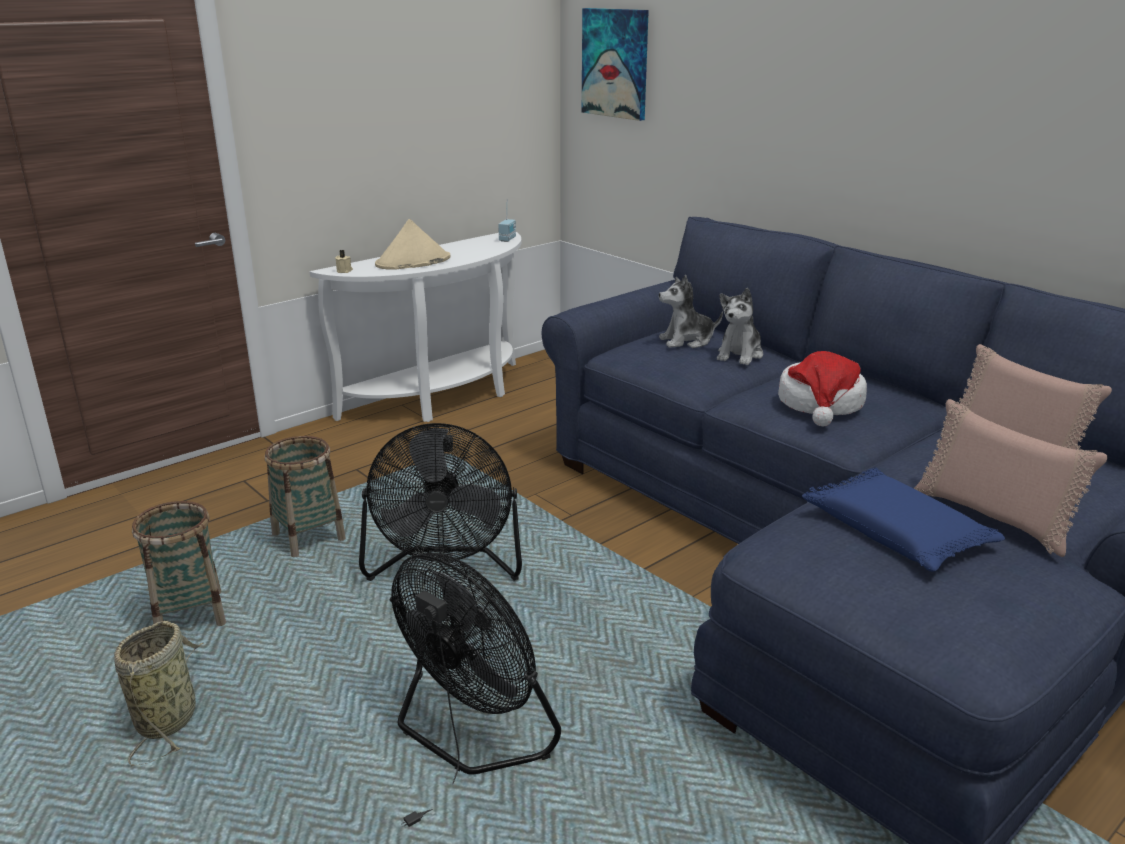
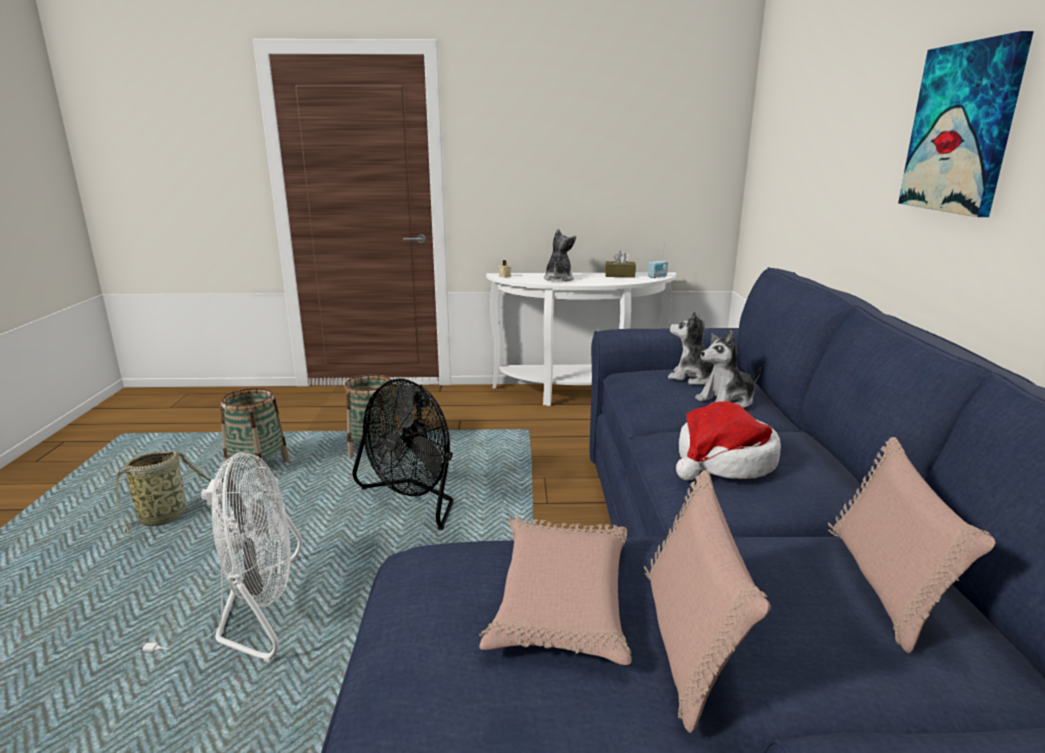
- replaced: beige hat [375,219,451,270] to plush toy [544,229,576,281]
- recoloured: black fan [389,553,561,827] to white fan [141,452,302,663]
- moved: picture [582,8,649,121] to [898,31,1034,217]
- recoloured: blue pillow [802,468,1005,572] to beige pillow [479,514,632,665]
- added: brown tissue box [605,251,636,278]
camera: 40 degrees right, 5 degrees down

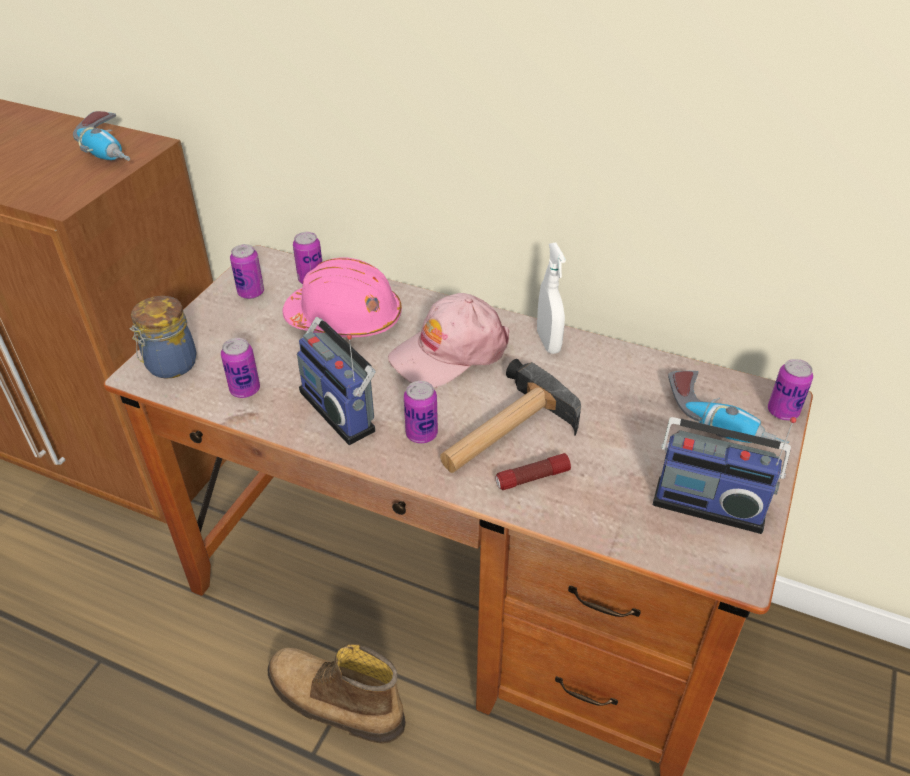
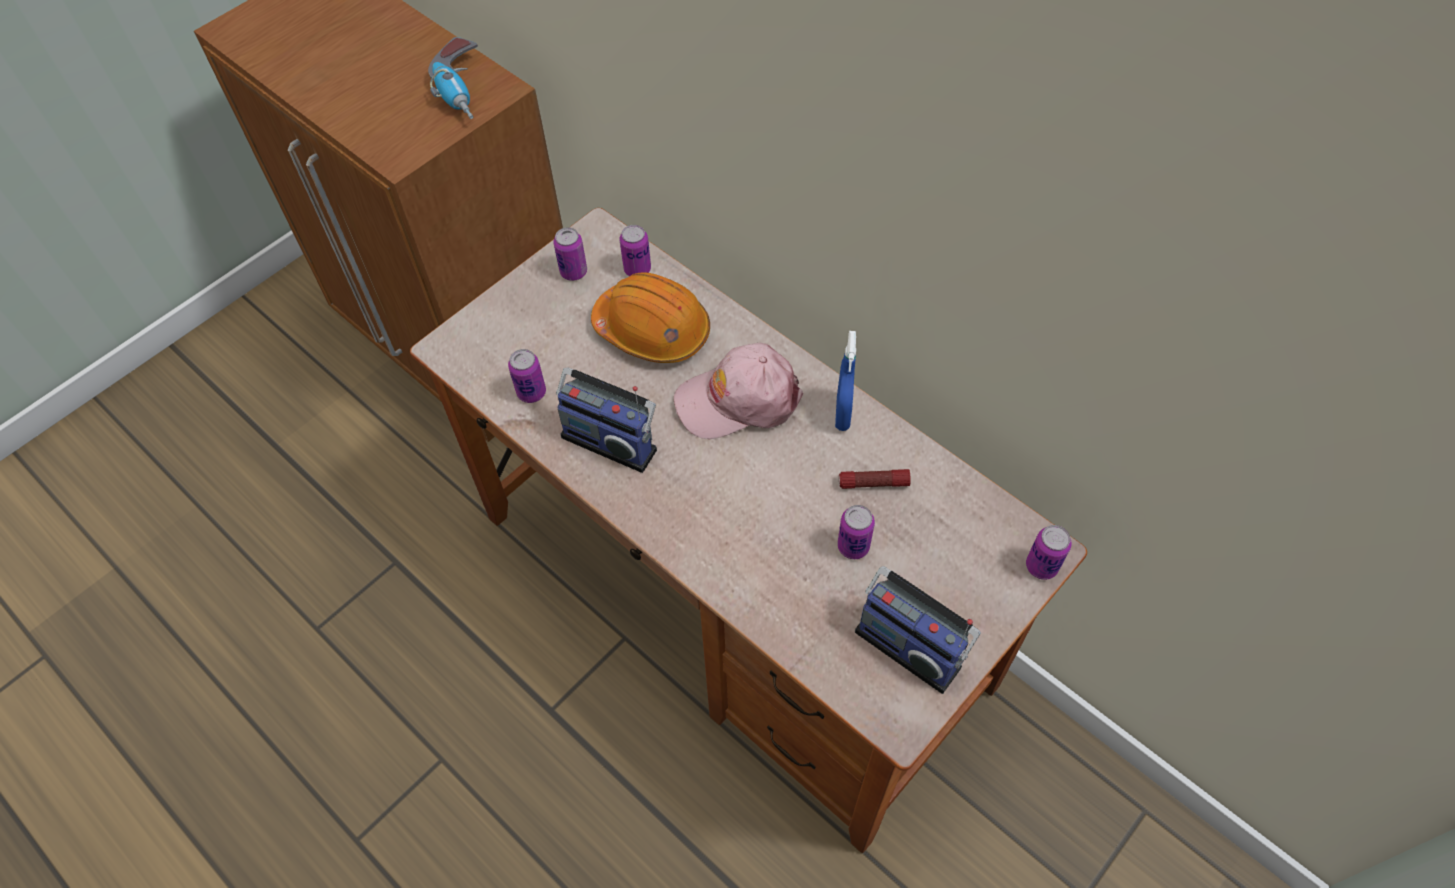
- removed: jar [129,296,197,379]
- removed: boot [267,644,406,744]
- recoloured: pink hard hat [283,257,402,337] to orange hard hat [591,272,710,363]
- turned: radio [297,317,376,445] = [556,367,657,473] 45 degrees counterclockwise
- moved: can [404,381,438,444] to [837,505,875,559]
- removed: hammer [440,359,581,473]
- moved: flashlight [496,453,571,490] to [839,469,911,489]
- recoloured: white spray bottle [537,242,566,354] to blue spray bottle [835,331,856,431]
- removed: power drill [668,371,789,444]
camera: 20 degrees right, 15 degrees up

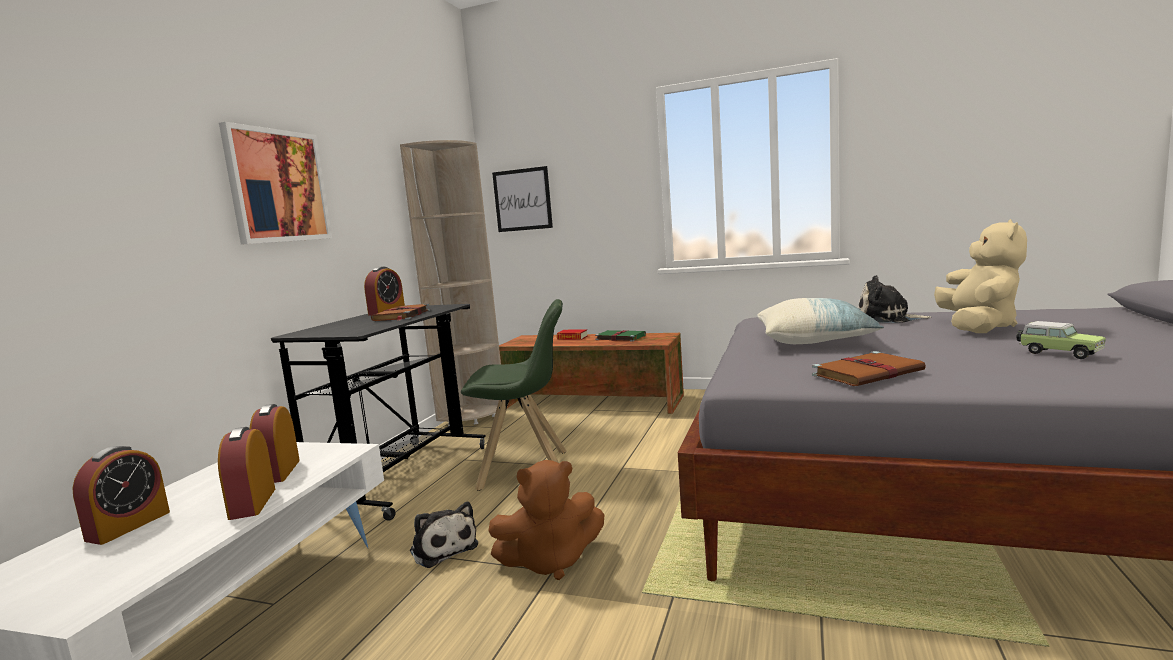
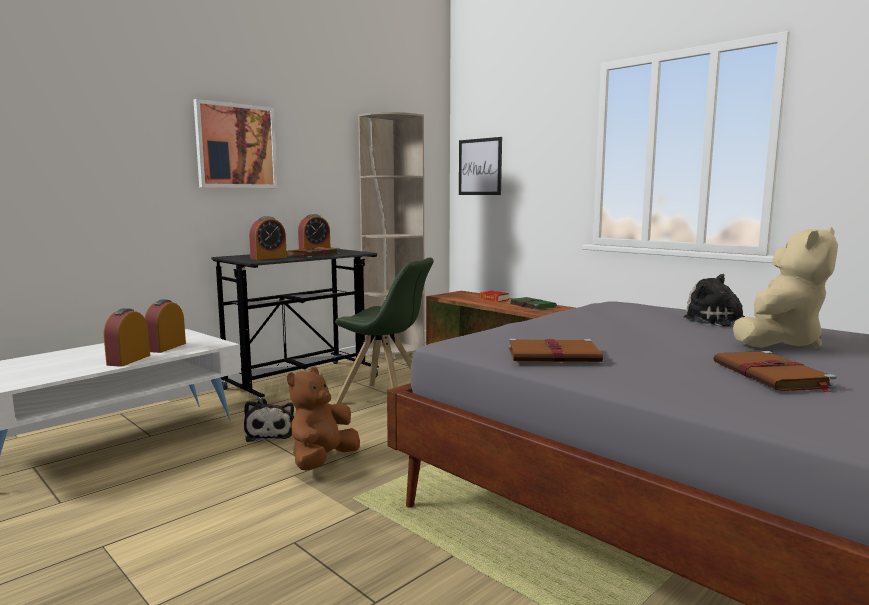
- moved: alarm clock [72,446,170,545] to [249,216,287,260]
- turned: brown plush toy [489,460,604,580] = [287,367,360,471] 105 degrees clockwise
- removed: pillow [757,298,884,344]
- replaced: toy car [1016,321,1106,359] to brown book [713,351,837,393]
camera: 25 degrees right, 0 degrees up

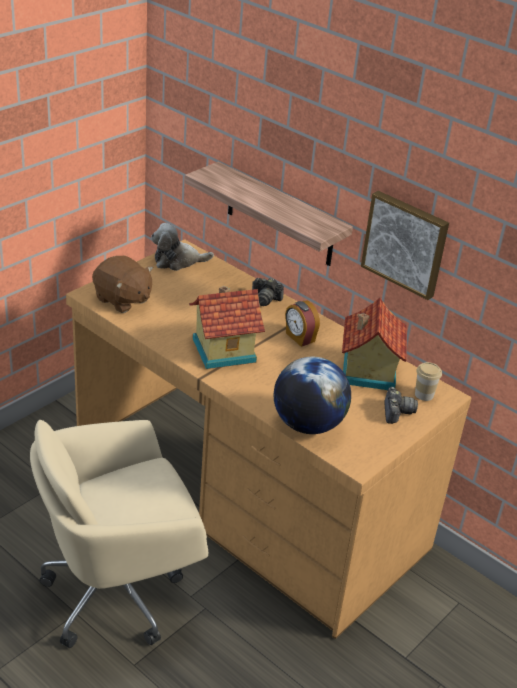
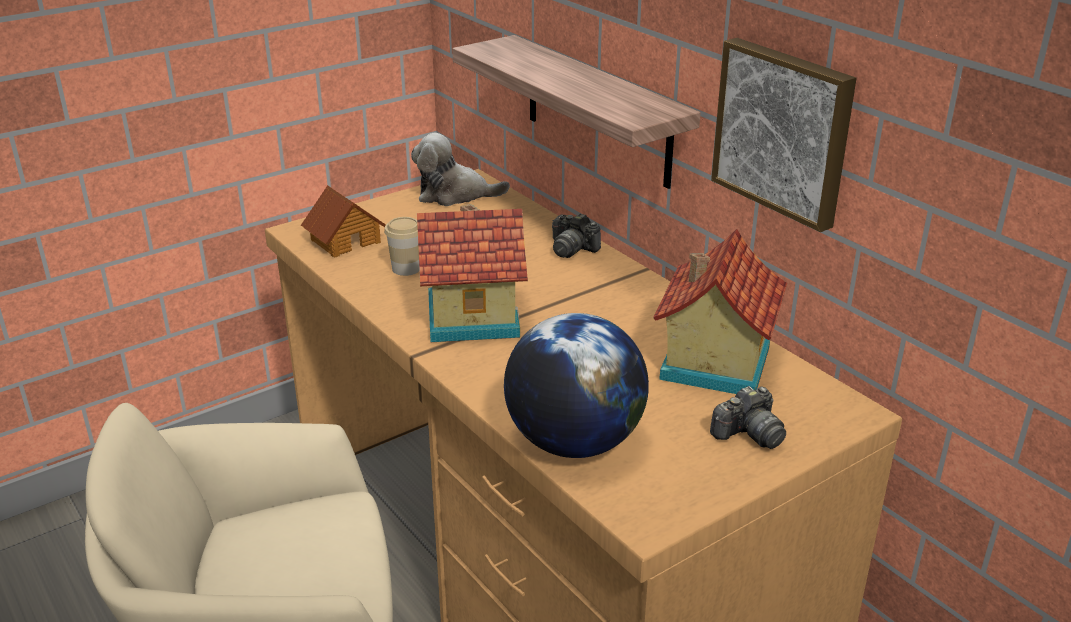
- replaced: brown plush toy [92,256,153,313] to toy house [301,185,386,257]
- removed: alarm clock [285,301,320,347]
- turned: photo camera [384,387,418,424] = [710,386,786,449] 45 degrees clockwise
- moved: cup [415,362,442,401] to [384,217,420,276]
camera: 15 degrees right, 5 degrees down

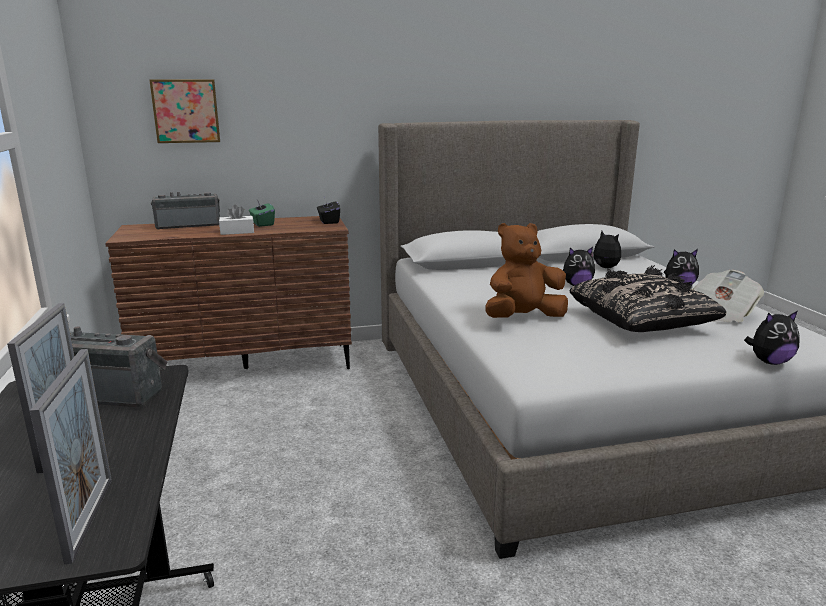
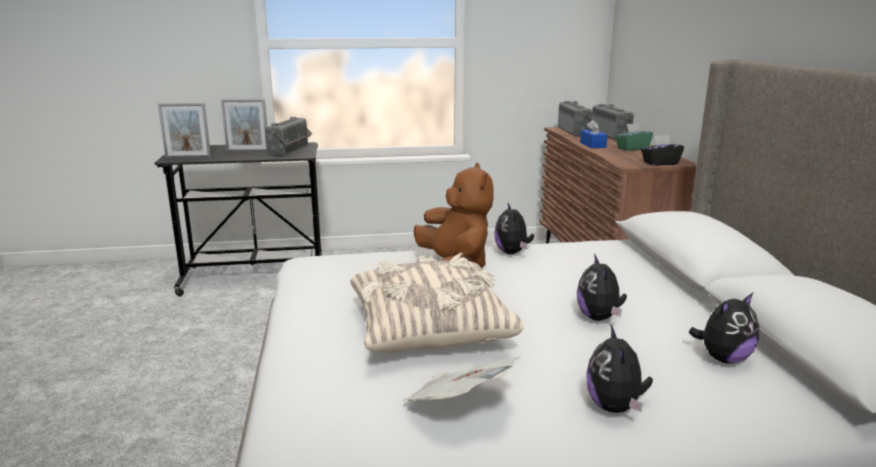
- removed: picture [149,79,220,143]
- recoloured: white tissue box [219,205,254,235] to blue tissue box [580,120,607,148]
- recoloured: black pillow [570,265,726,332] to beige pillow [350,252,524,353]
- moved: plush toy [744,311,800,365] to [494,203,534,254]
- added: radio [558,101,592,136]
camera: 95 degrees right, 0 degrees up

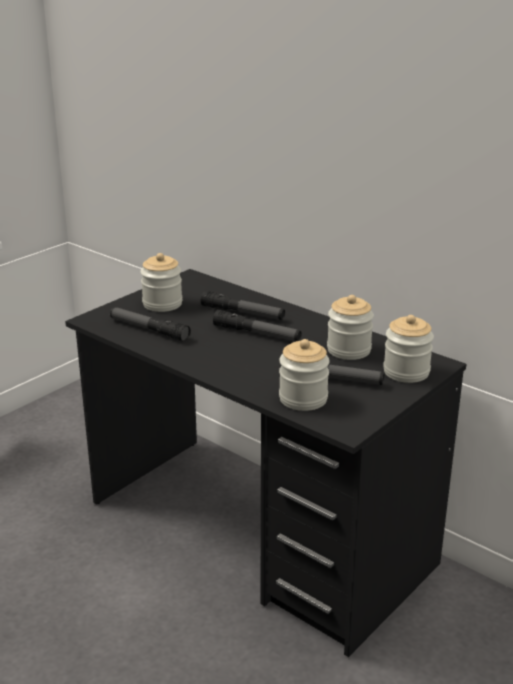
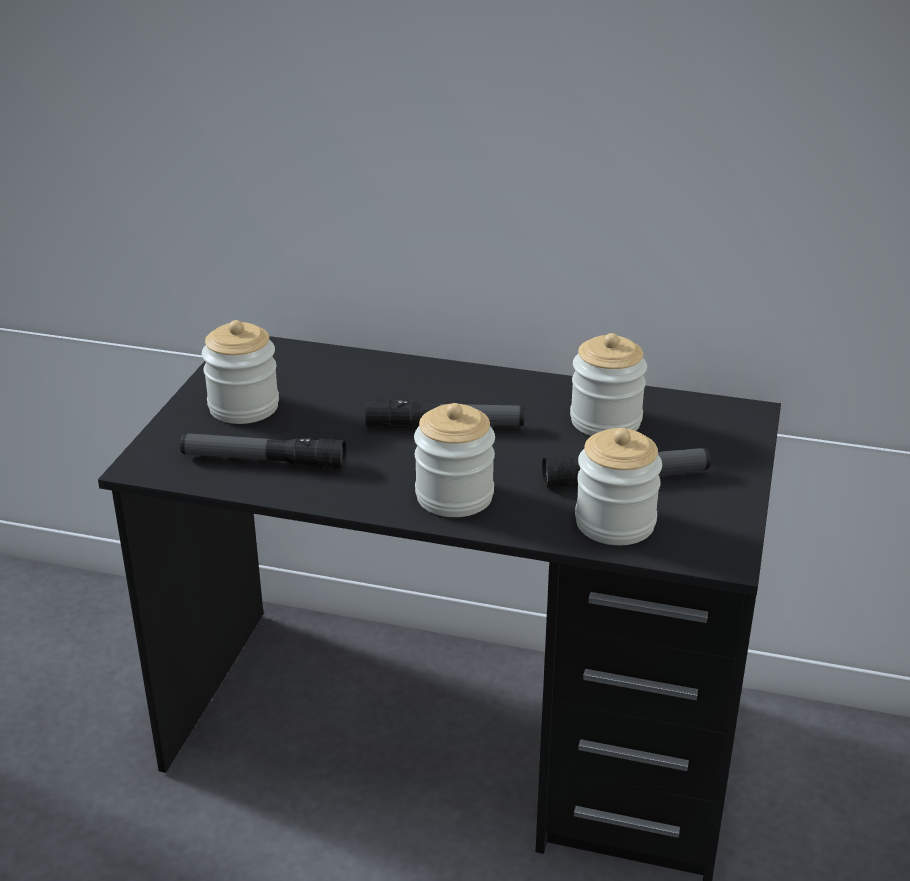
- removed: flashlight [201,291,285,320]
- moved: jar [383,315,434,383] to [414,403,495,517]
camera: 25 degrees left, 5 degrees up

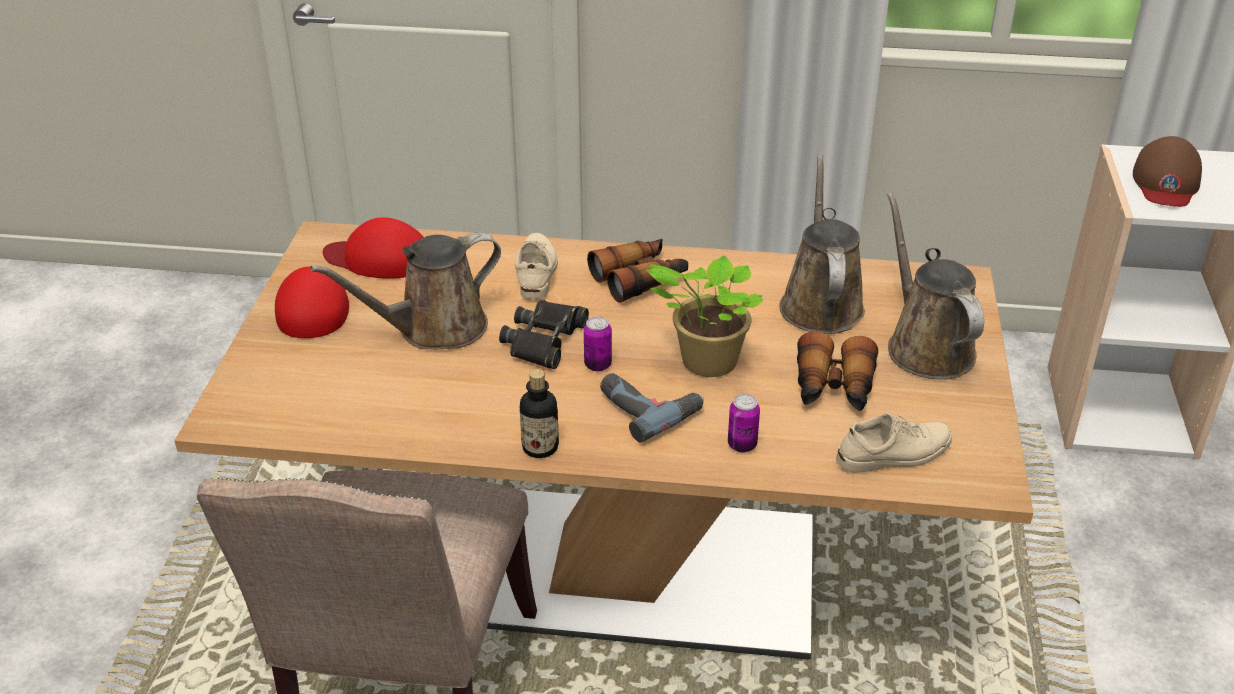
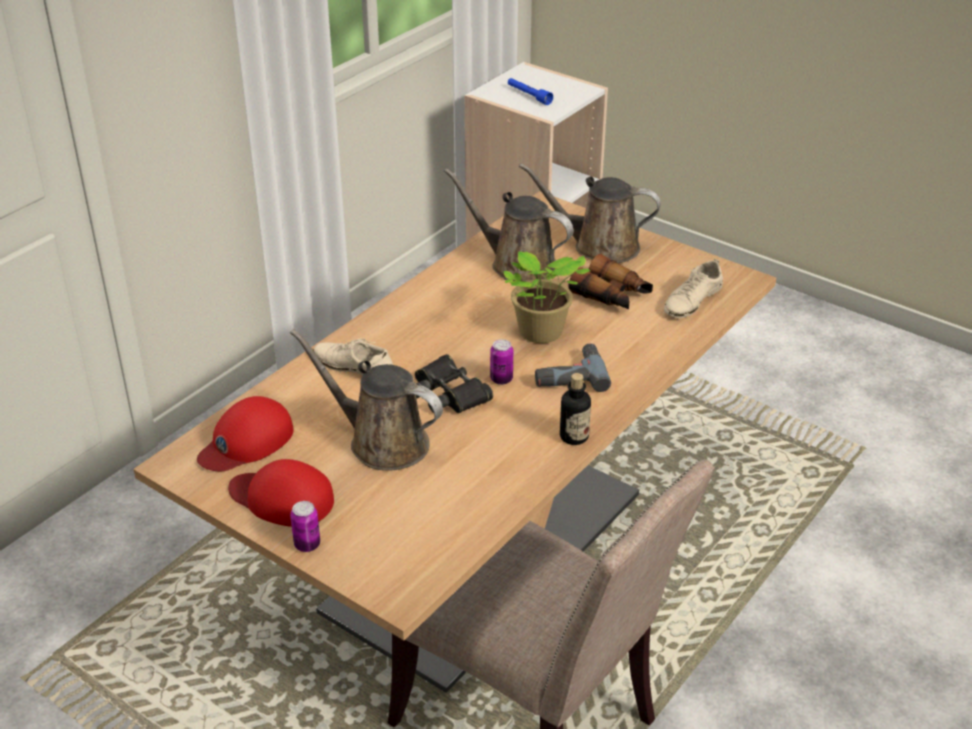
- turned: brown watering can [310,232,501,349] = [290,329,443,471] 120 degrees clockwise
- removed: binoculars [587,239,688,303]
- moved: can [728,394,760,453] to [290,501,320,552]
- turned: beige shoe [836,413,952,473] = [664,258,723,318] 150 degrees counterclockwise
- replaced: brown cap [1133,136,1202,207] to blue flashlight [508,78,553,105]
camera: 60 degrees left, 0 degrees up

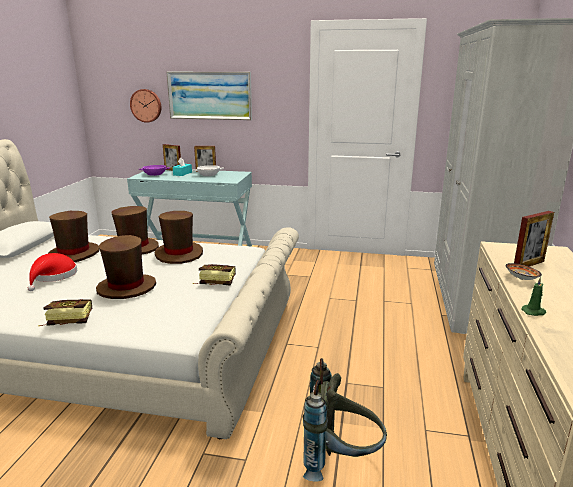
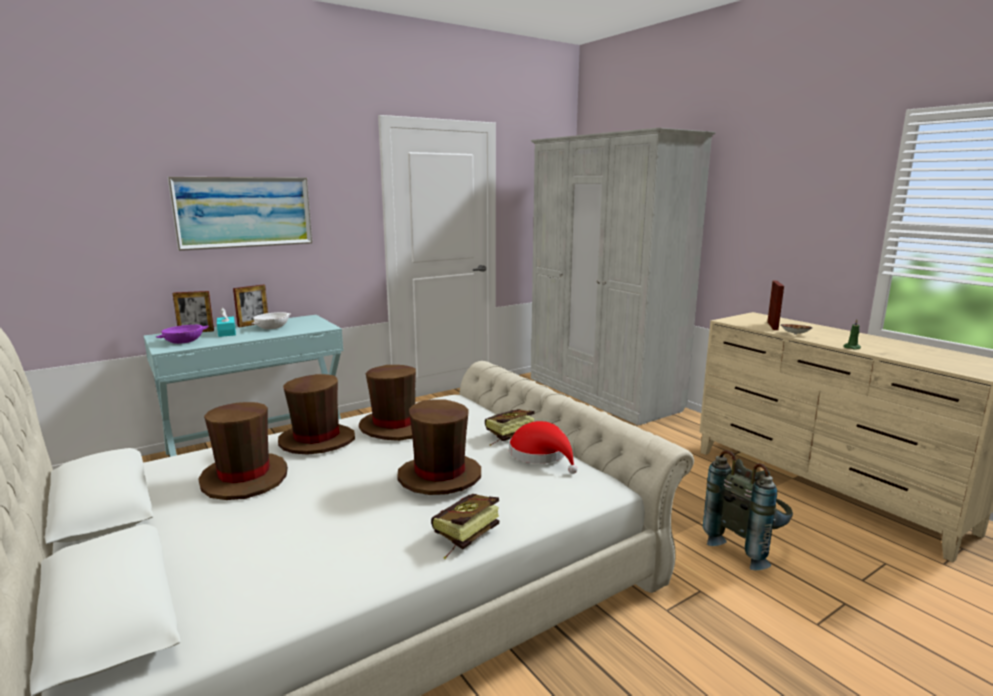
- moved: red hat [28,253,77,291] to [509,421,577,474]
- removed: wall clock [130,89,162,123]
camera: 45 degrees left, 5 degrees down

